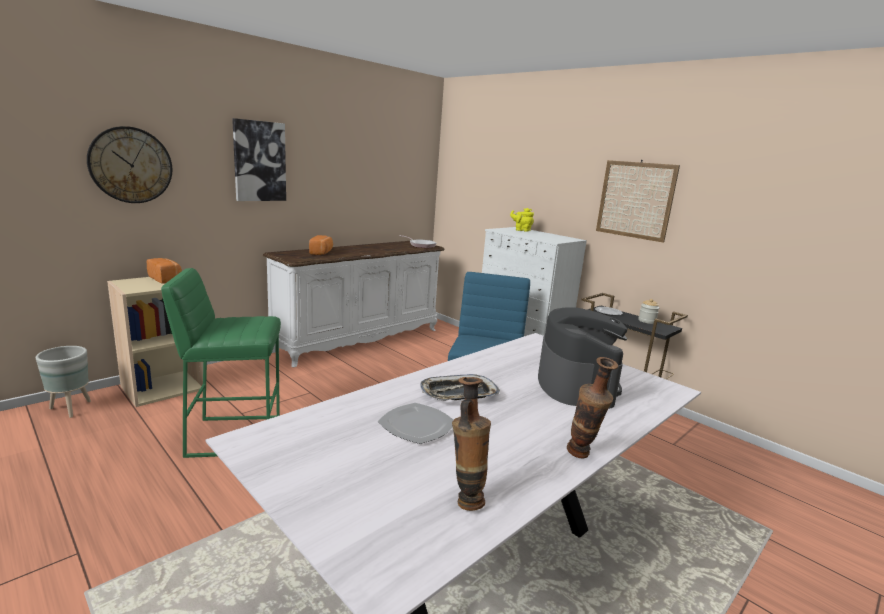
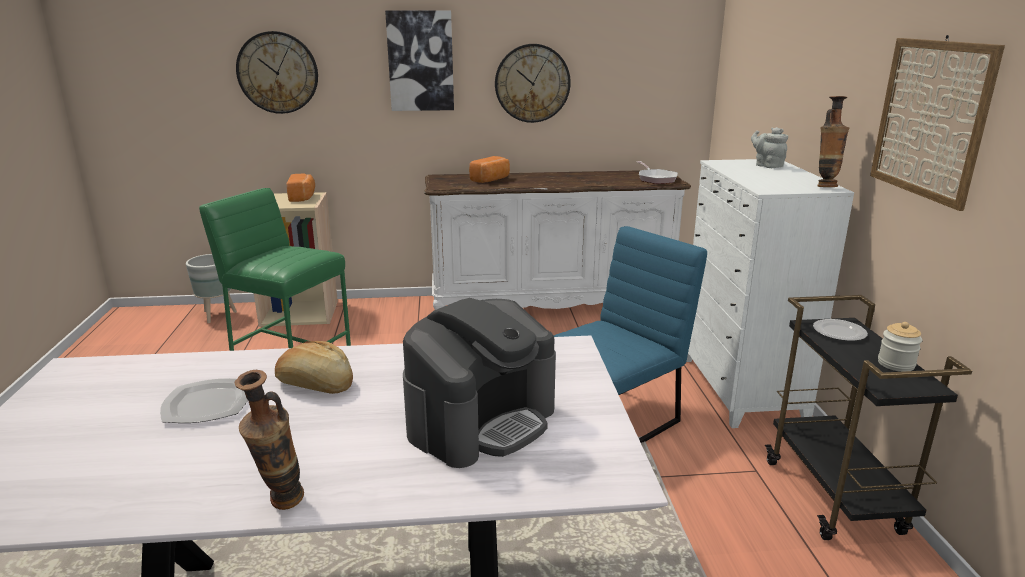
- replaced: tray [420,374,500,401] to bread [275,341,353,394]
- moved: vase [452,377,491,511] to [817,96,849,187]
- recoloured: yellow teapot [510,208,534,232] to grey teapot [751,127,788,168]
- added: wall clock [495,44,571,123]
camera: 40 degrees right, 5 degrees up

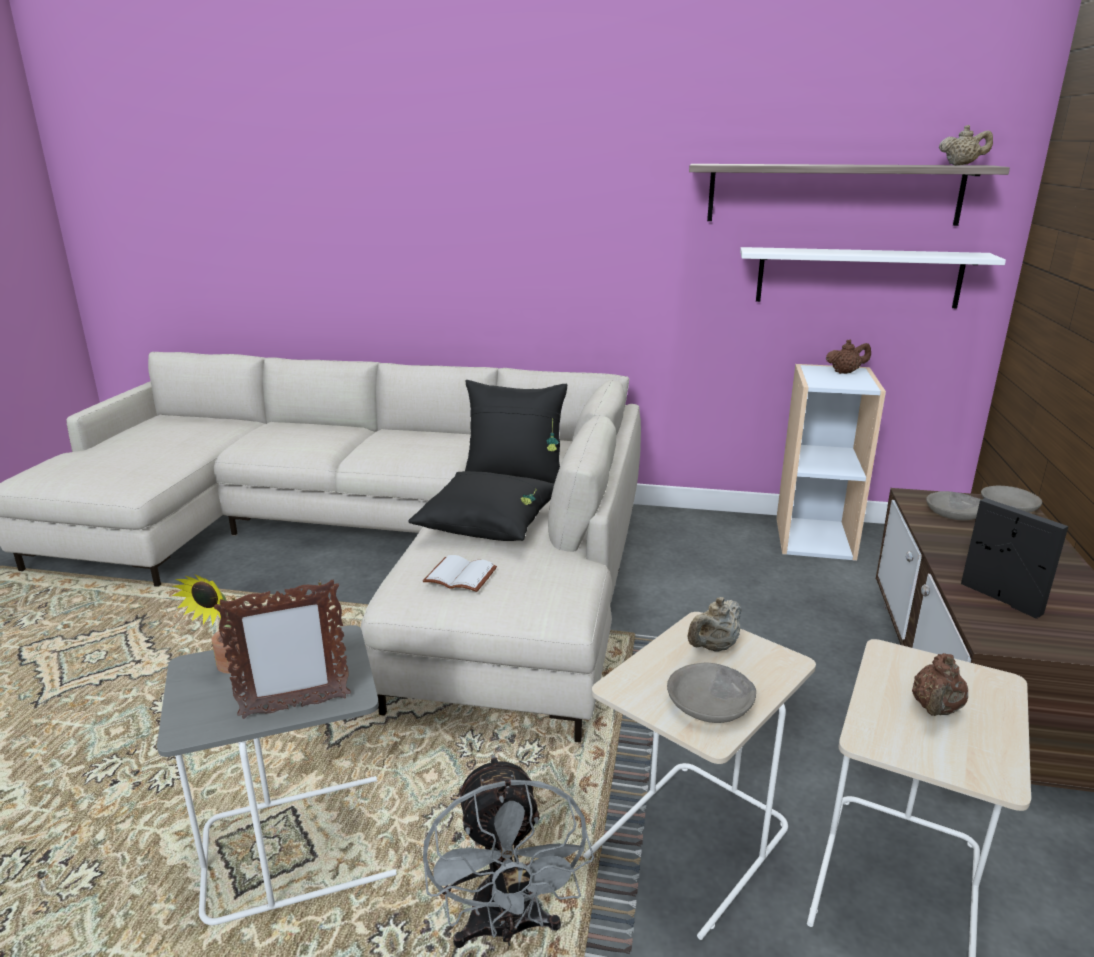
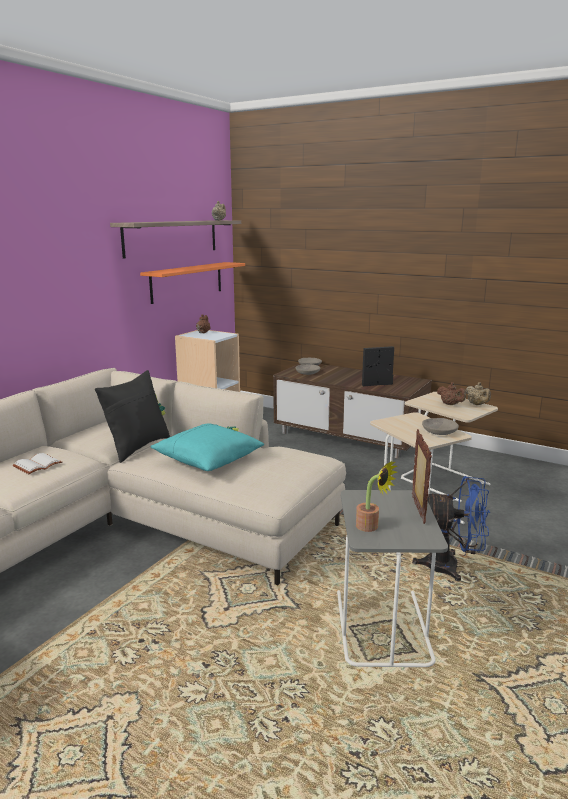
- recoloured: black pillow [408,471,554,541] to turquoise pillow [150,423,264,471]
- moved: white book [423,555,497,592] to [12,453,62,474]
- recoloured: grey fan [423,755,594,948] to blue fan [412,476,490,581]
- moved: beige teapot [688,597,742,652] to [465,382,491,405]
- recoloured: white shelf [740,247,1006,308] to orange shelf [140,262,245,304]
camera: 70 degrees left, 5 degrees down

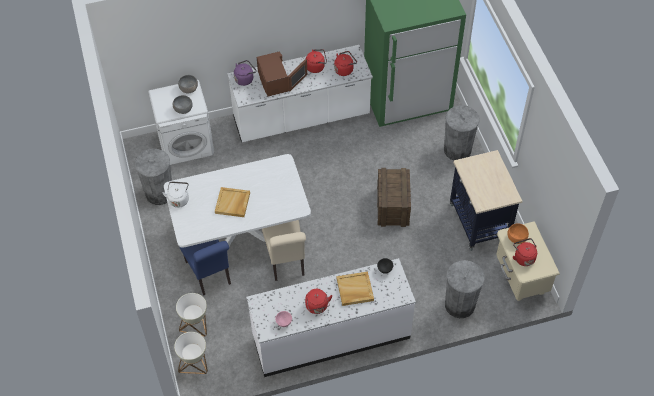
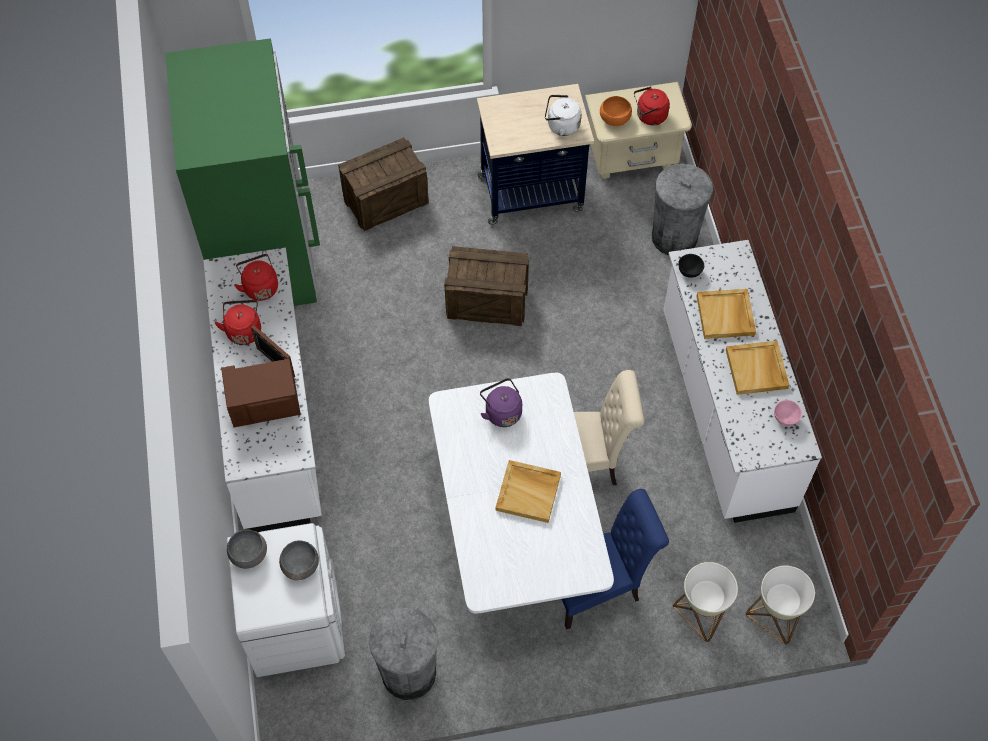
- moved: white kettle [163,181,189,208] to [545,95,581,136]
- moved: purple kettle [234,60,257,86] to [480,378,522,427]
- replaced: red kettle [305,289,332,314] to beige tray [726,341,789,395]
- replaced: grey trash can [444,105,480,160] to crate [338,137,429,231]
camera: 85 degrees left, 5 degrees up

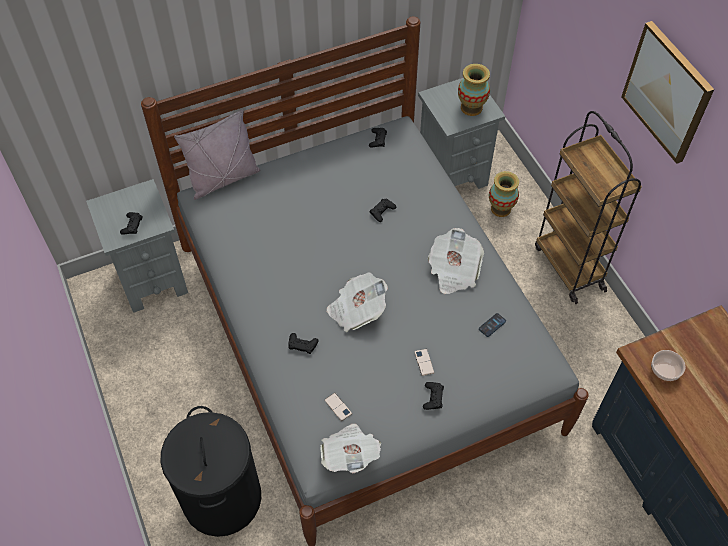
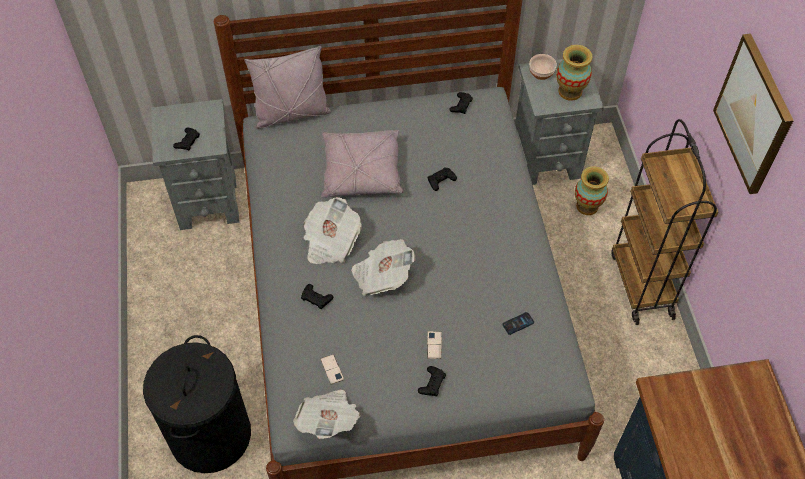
- moved: newspaper [428,228,484,294] to [304,197,362,264]
- moved: bowl [651,350,685,382] to [529,54,557,80]
- added: purple pillow [321,130,404,198]
camera: 15 degrees right, 0 degrees up

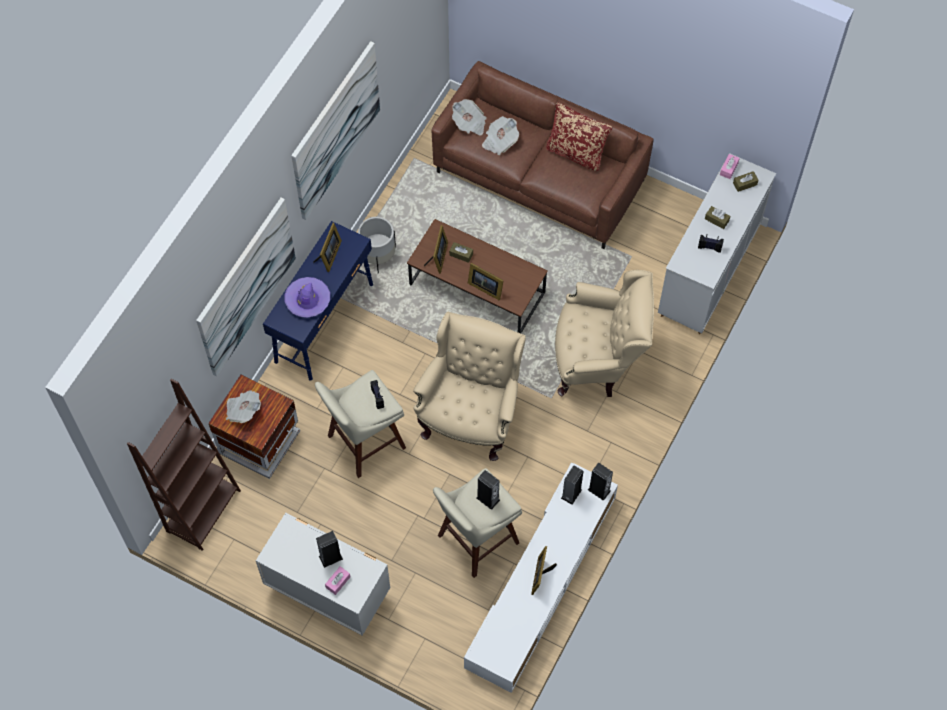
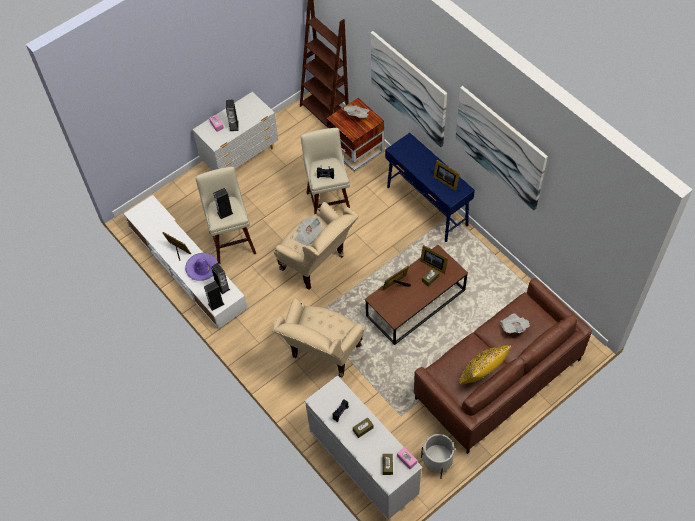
- moved: purple hat [284,277,330,318] to [185,253,218,281]
- moved: white planter [358,217,396,274] to [421,434,454,479]
- moved: newspaper [452,99,487,136] to [295,217,323,246]
- recoloured: red pillow [546,102,613,171] to yellow pillow [459,345,511,384]
camera: 115 degrees right, 5 degrees down

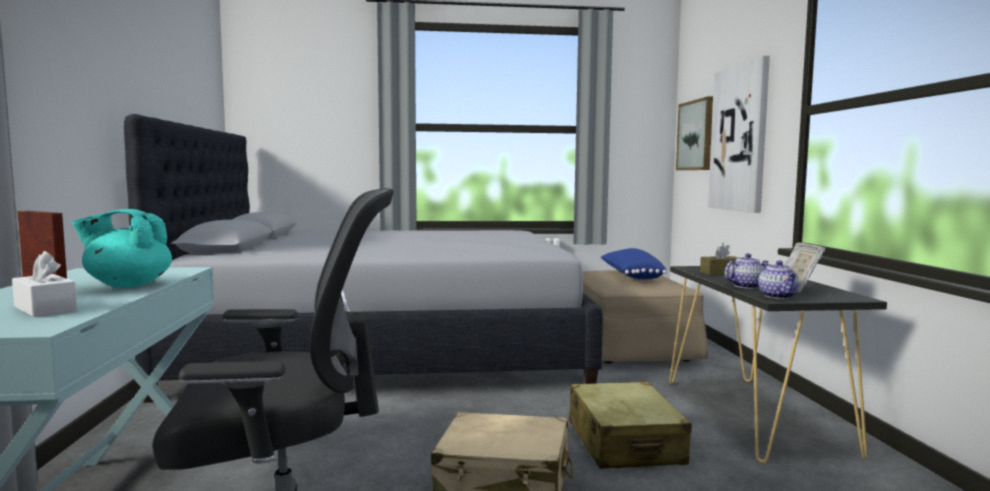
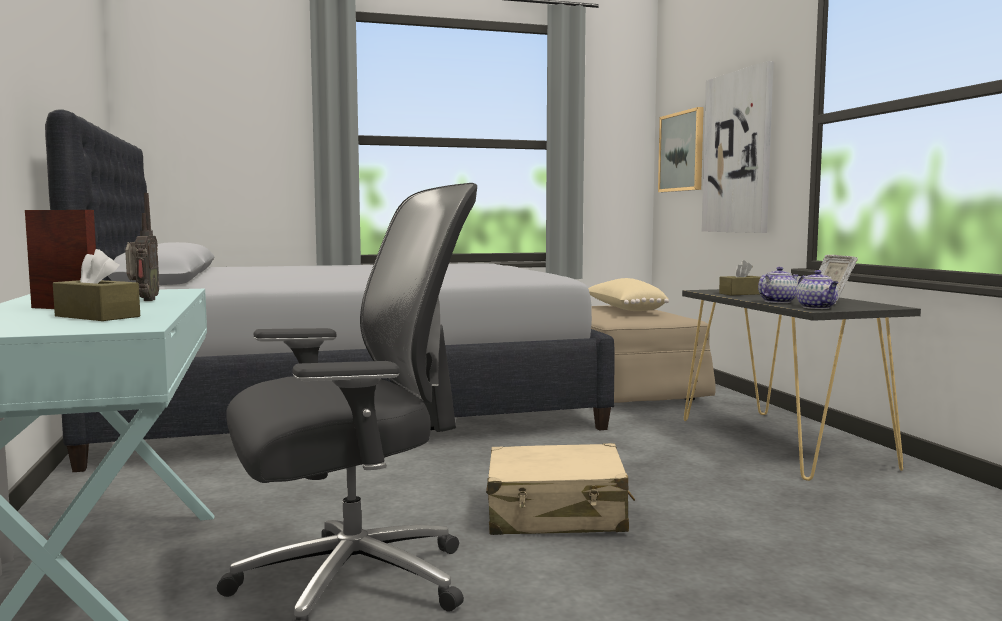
- recoloured: white tissue box [12,251,77,317] to brown tissue box [53,249,140,321]
- replaced: turquoise teapot [72,209,172,288] to radio [125,193,159,301]
- removed: beige suitcase [569,382,692,469]
- recoloured: blue pillow [601,248,667,279] to beige pillow [588,278,669,311]
camera: 10 degrees left, 0 degrees up

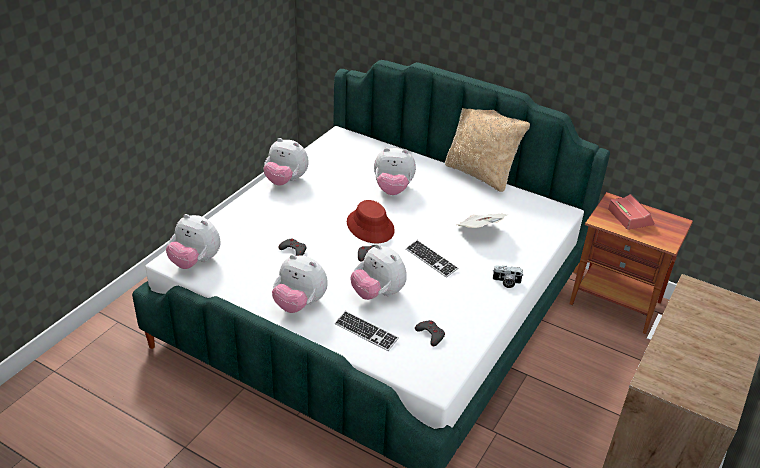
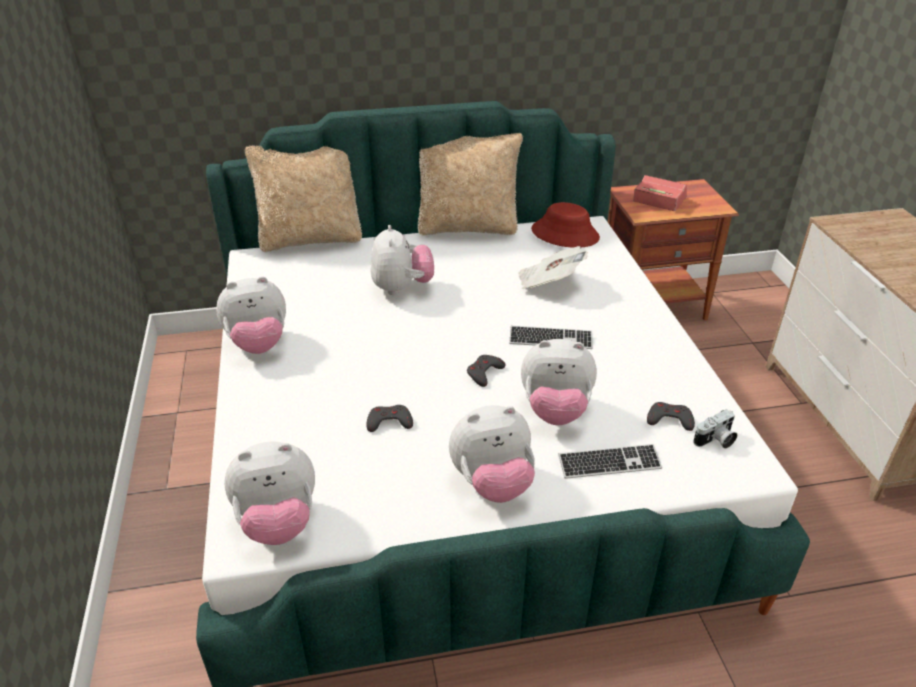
- moved: red hat [347,200,395,244] to [531,202,600,248]
- turned: plush toy [374,148,416,195] = [371,225,434,295] 60 degrees counterclockwise
- moved: photo camera [493,265,523,288] to [693,409,737,448]
- added: beige pillow [245,145,362,252]
camera: 40 degrees left, 0 degrees up

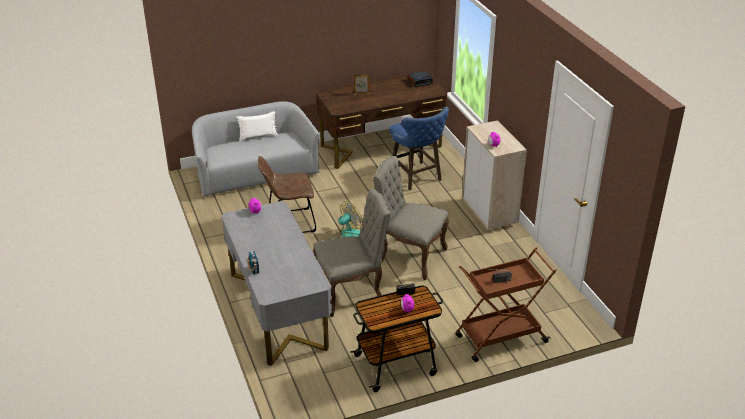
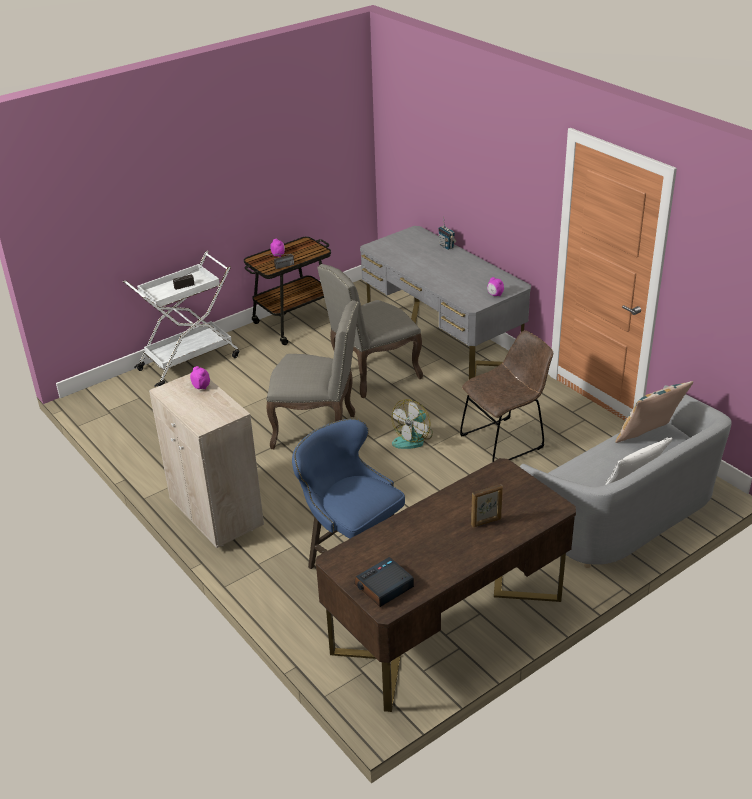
- recoloured: brown cart [455,248,557,362] to white cart [123,251,240,387]
- added: pillow [616,381,693,443]
camera: 165 degrees right, 0 degrees up

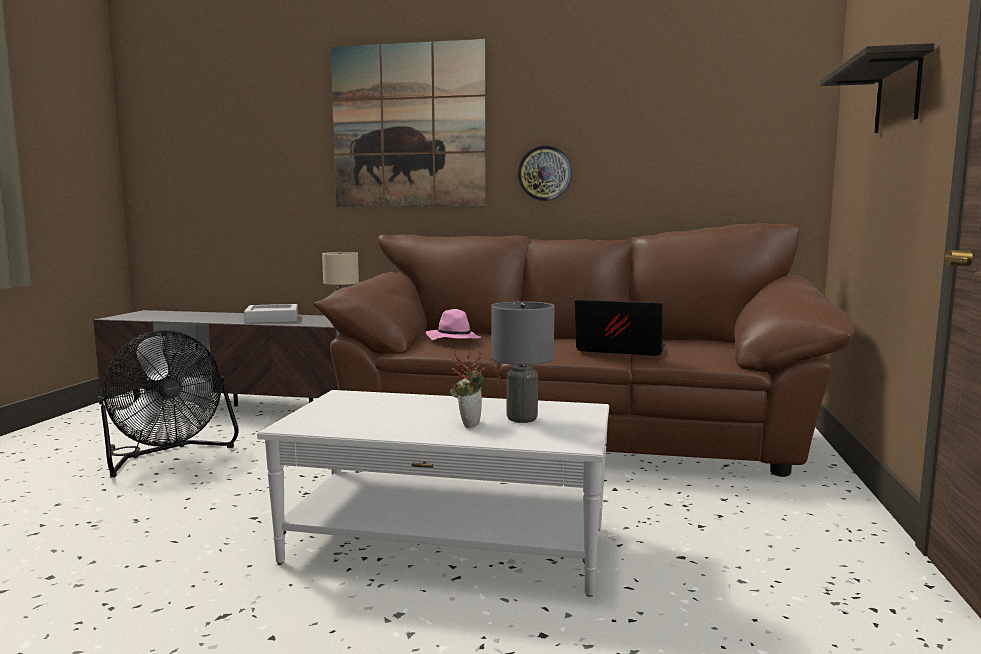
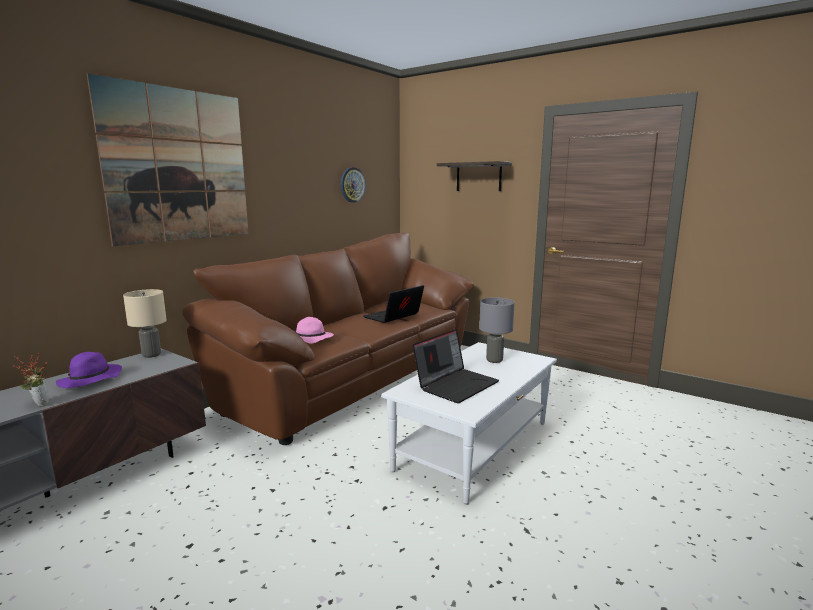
- removed: black fan [98,330,239,478]
- replaced: grey tray [244,304,298,323] to purple hat [56,352,122,388]
- moved: potted plant [450,348,486,428] to [12,353,49,407]
- moved: wall clock [518,145,572,201] to [341,167,366,203]
- added: laptop [412,329,499,403]
camera: 65 degrees left, 5 degrees up

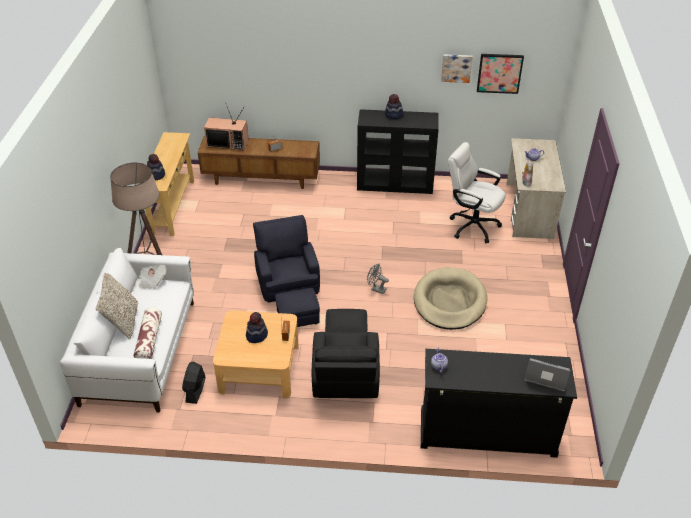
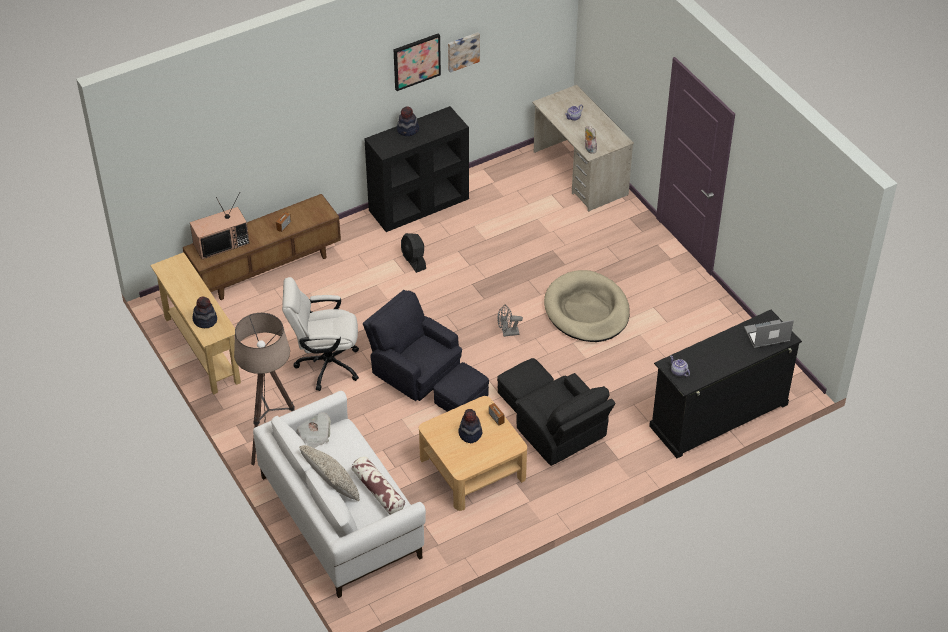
- moved: black fan [182,361,205,404] to [401,233,426,273]
- moved: white office chair [448,142,506,243] to [282,277,359,391]
- moved: picture [477,54,524,94] to [393,33,441,91]
camera: 35 degrees left, 5 degrees up

